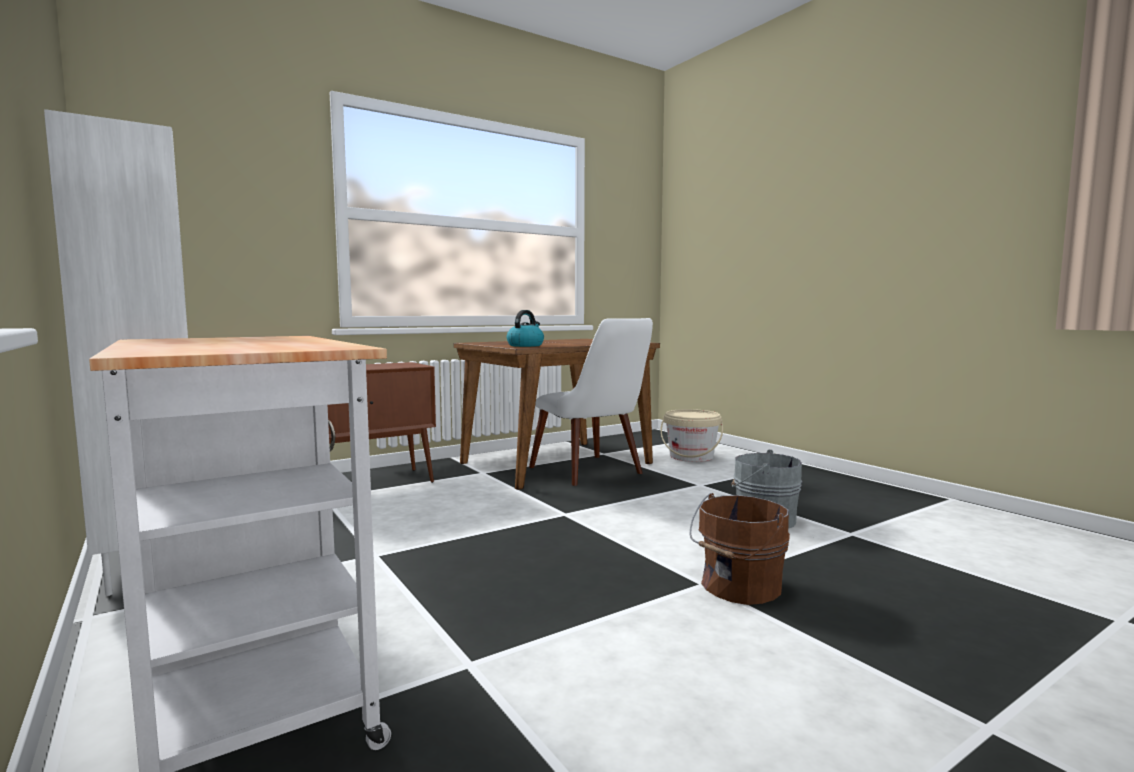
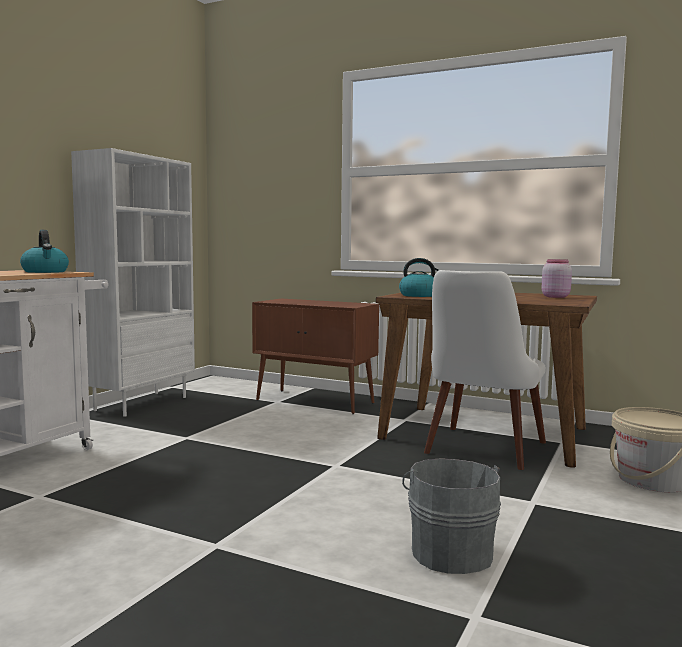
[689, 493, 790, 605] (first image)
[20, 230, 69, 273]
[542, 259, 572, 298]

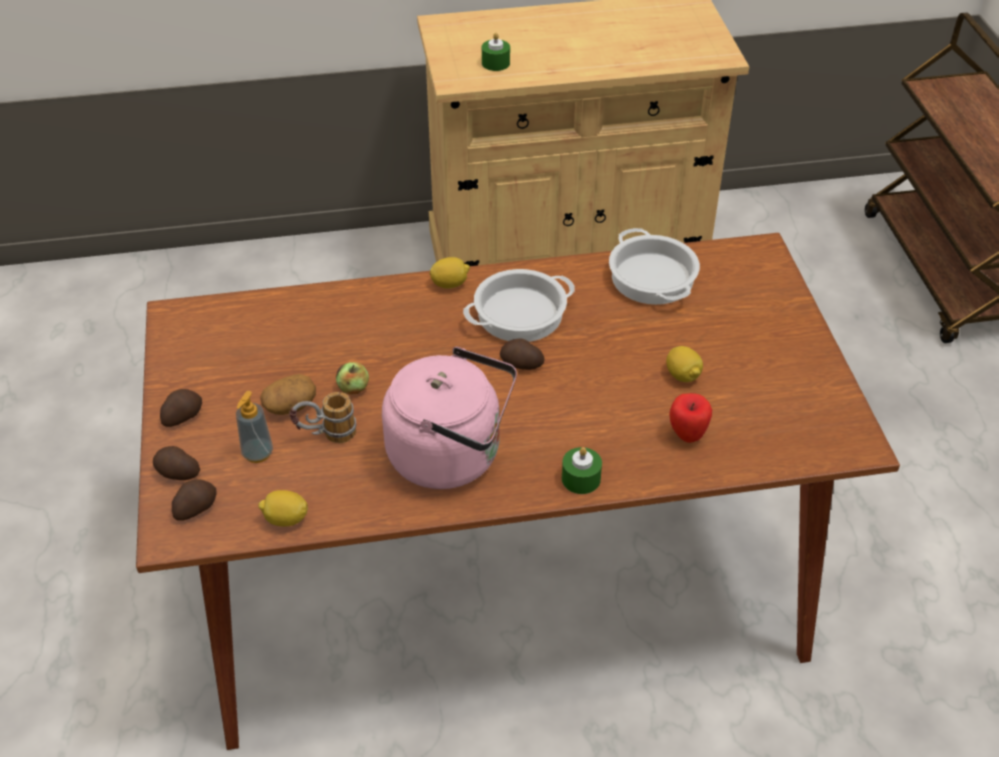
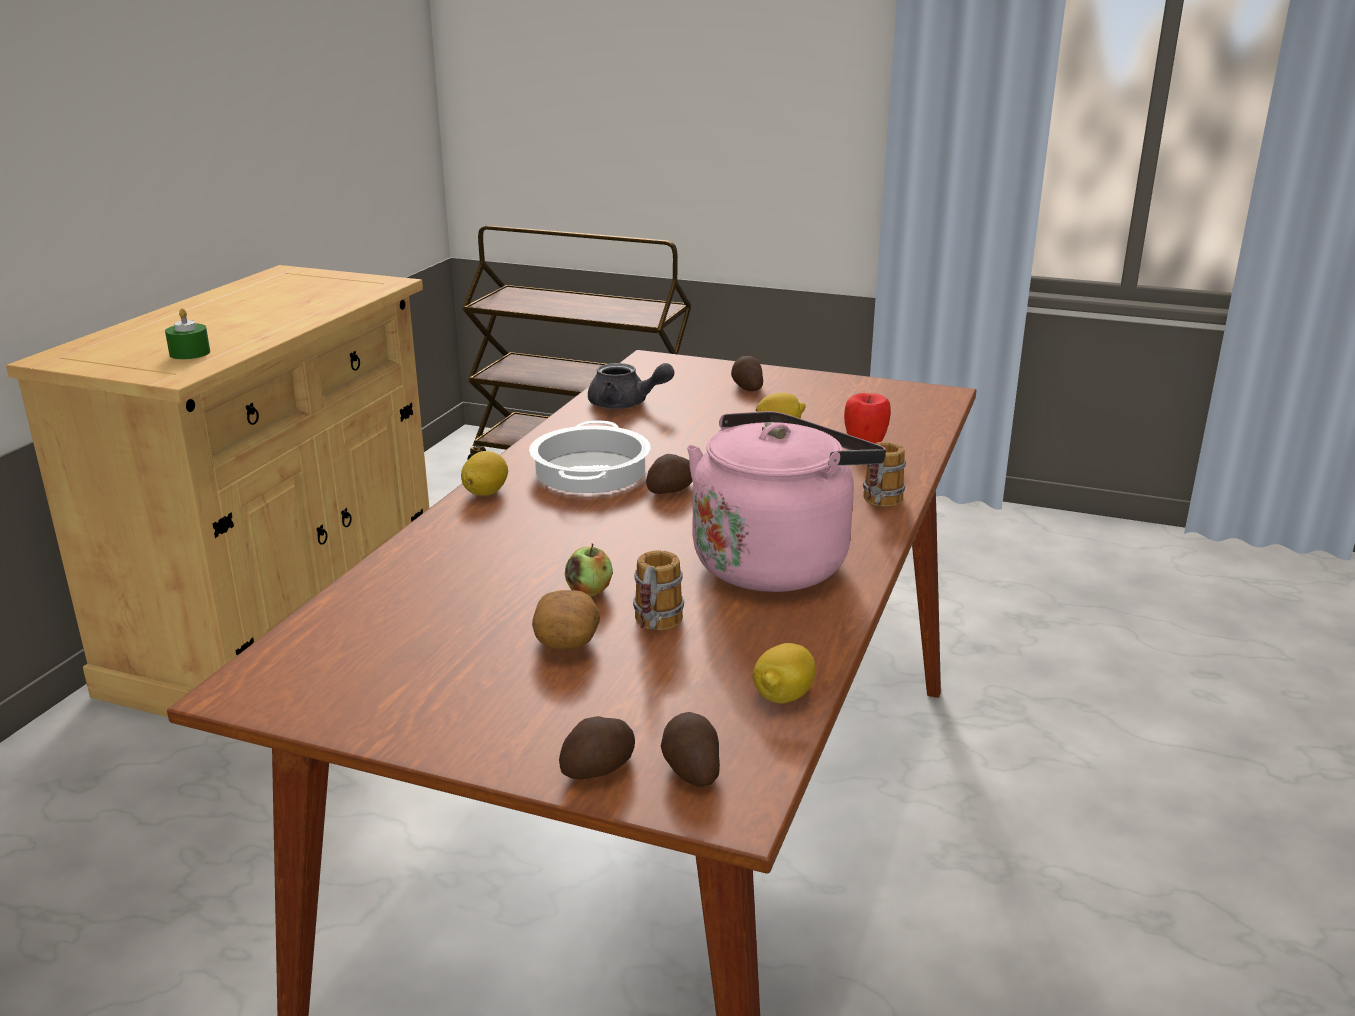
[731, 356, 763, 391]
[236, 391, 273, 463] (first image)
[863, 442, 906, 507]
[588, 363, 674, 409]

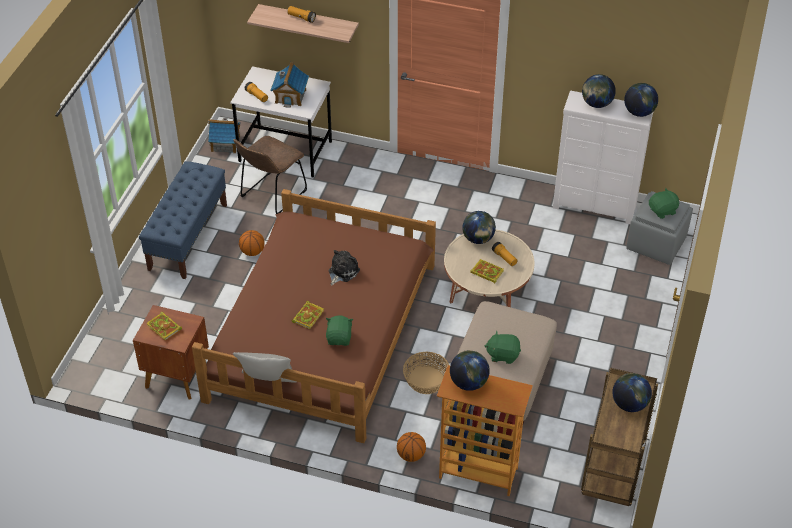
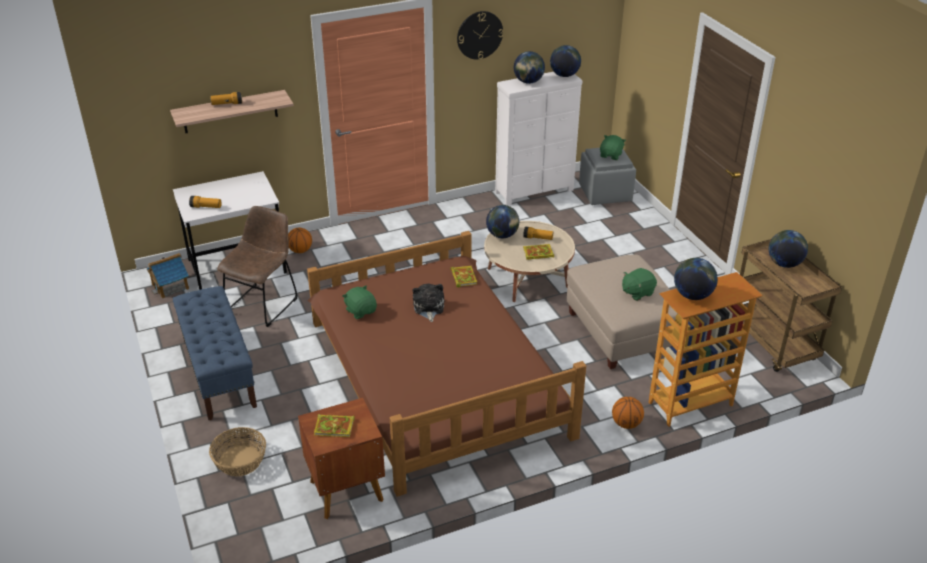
[217, 206, 298, 327]
[233, 352, 297, 383] (first image)
[288, 227, 312, 253]
[270, 62, 309, 108] (first image)
[450, 266, 477, 288]
[343, 285, 377, 319]
[209, 427, 266, 476]
[457, 11, 503, 59]

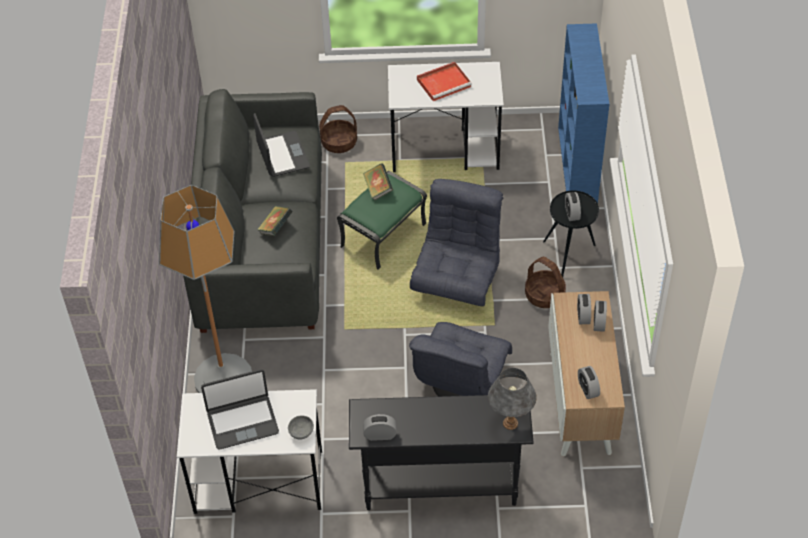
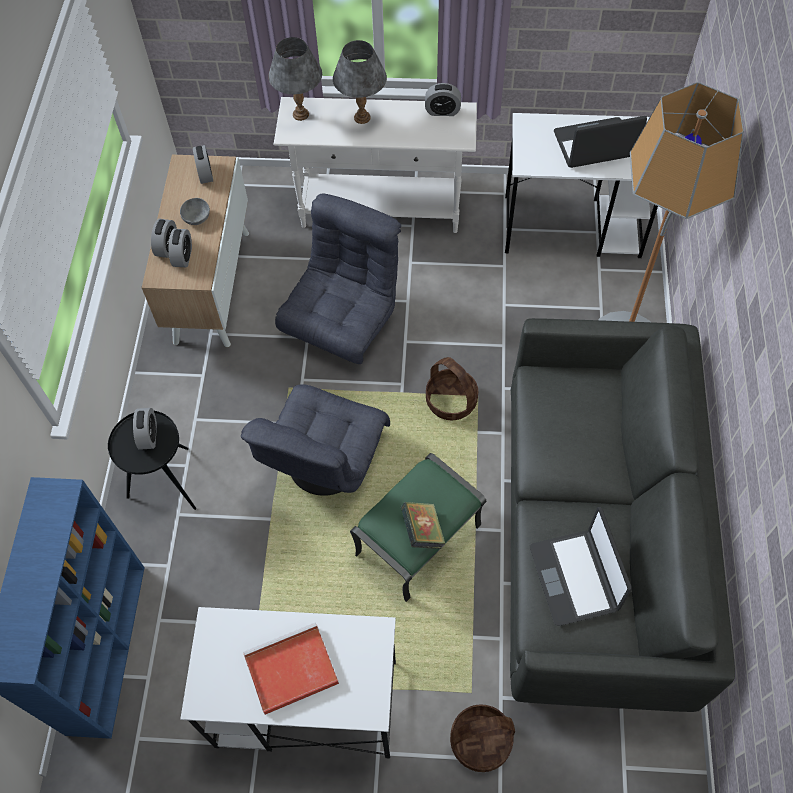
[257, 206, 292, 236] (first image)
[180, 198, 210, 225]
[274, 97, 477, 233]
[426, 357, 478, 420]
[333, 40, 387, 124]

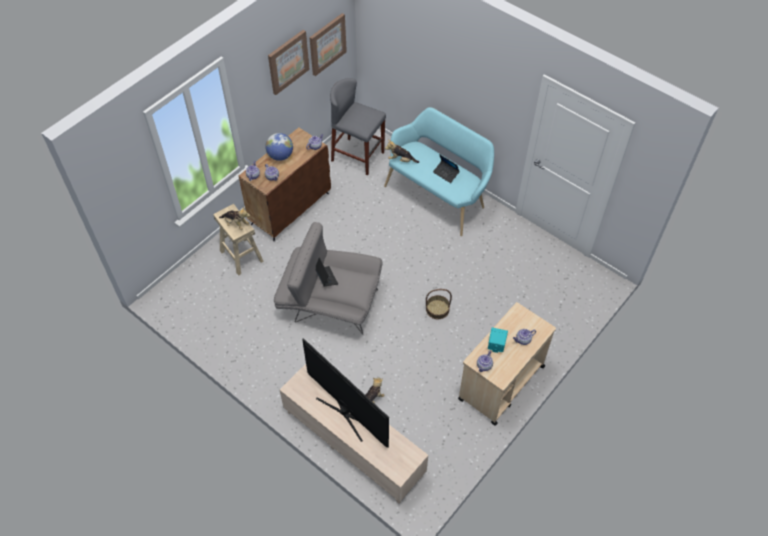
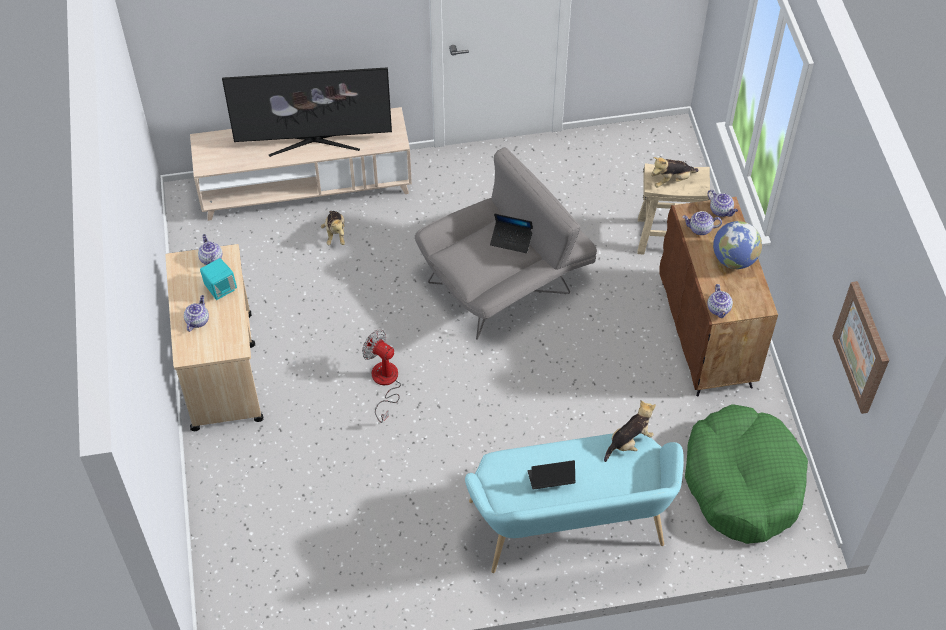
[268, 30, 310, 95] (first image)
[685, 404, 808, 544]
[362, 330, 401, 423]

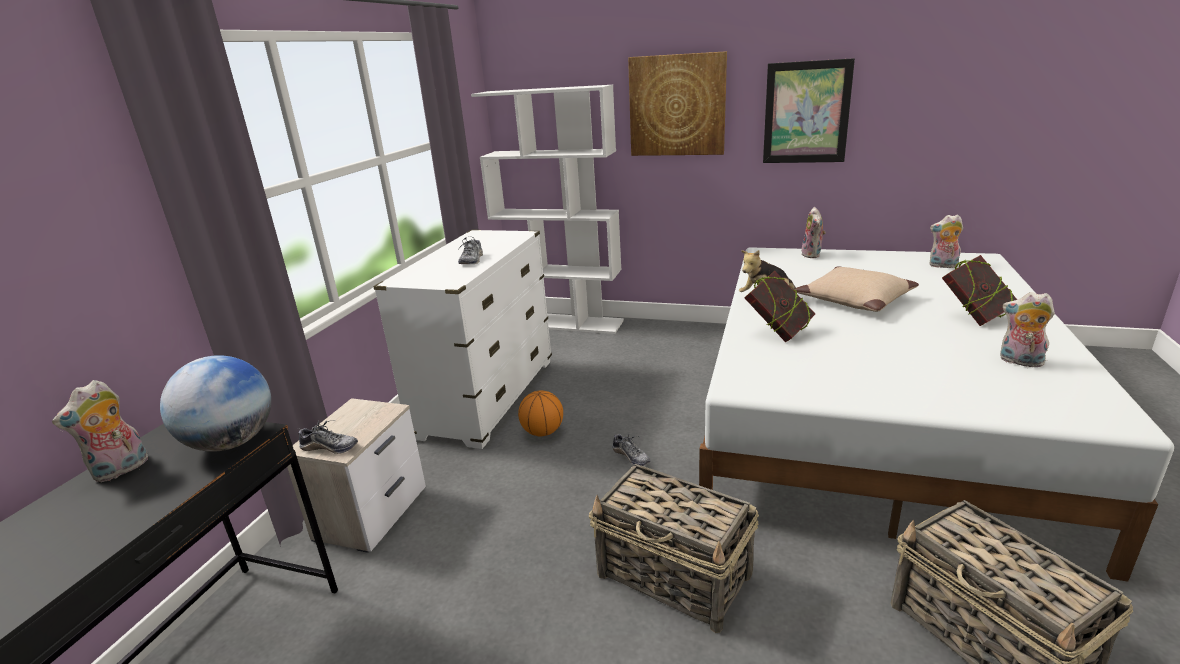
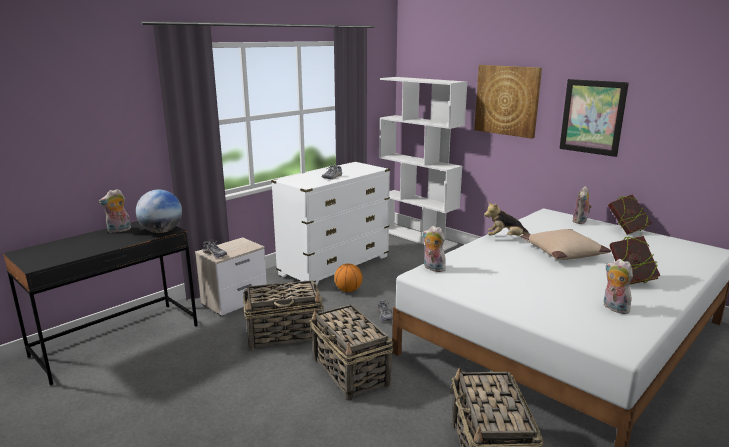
[608, 194, 652, 235]
[422, 226, 446, 272]
[243, 280, 324, 350]

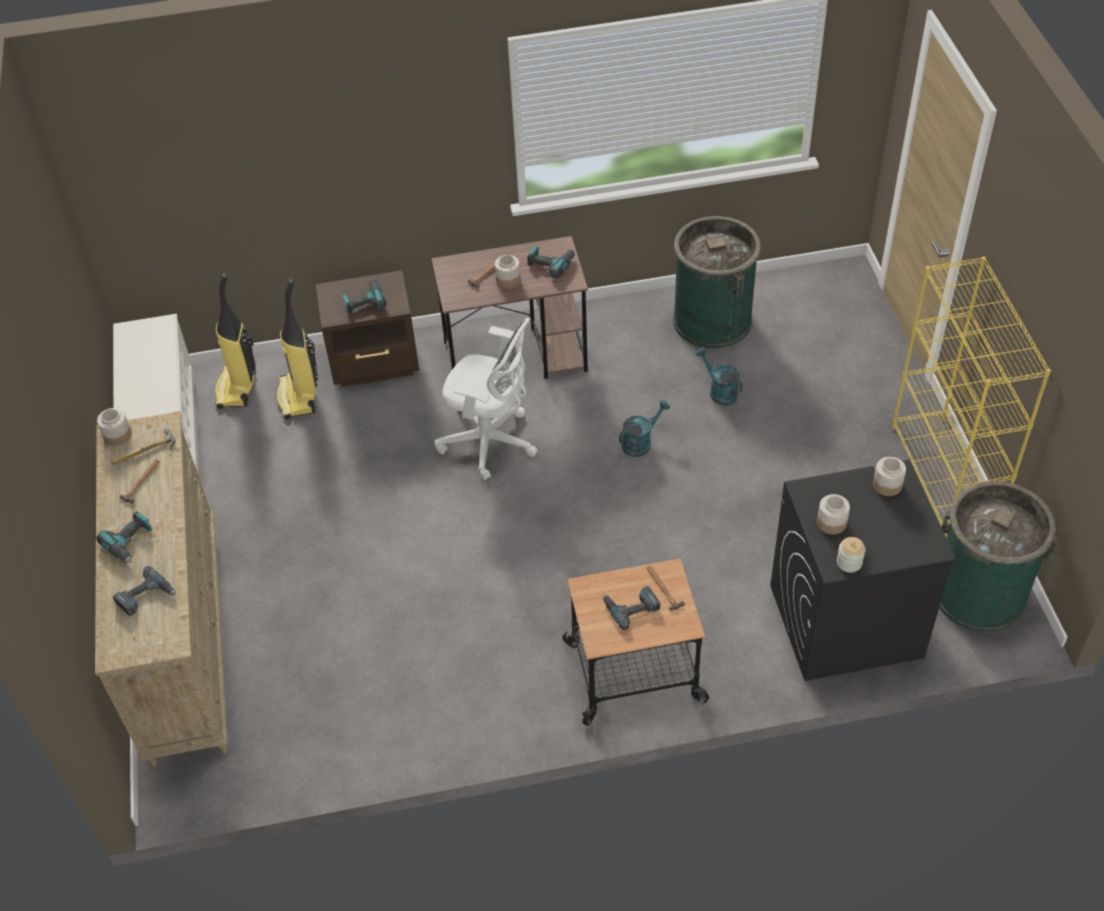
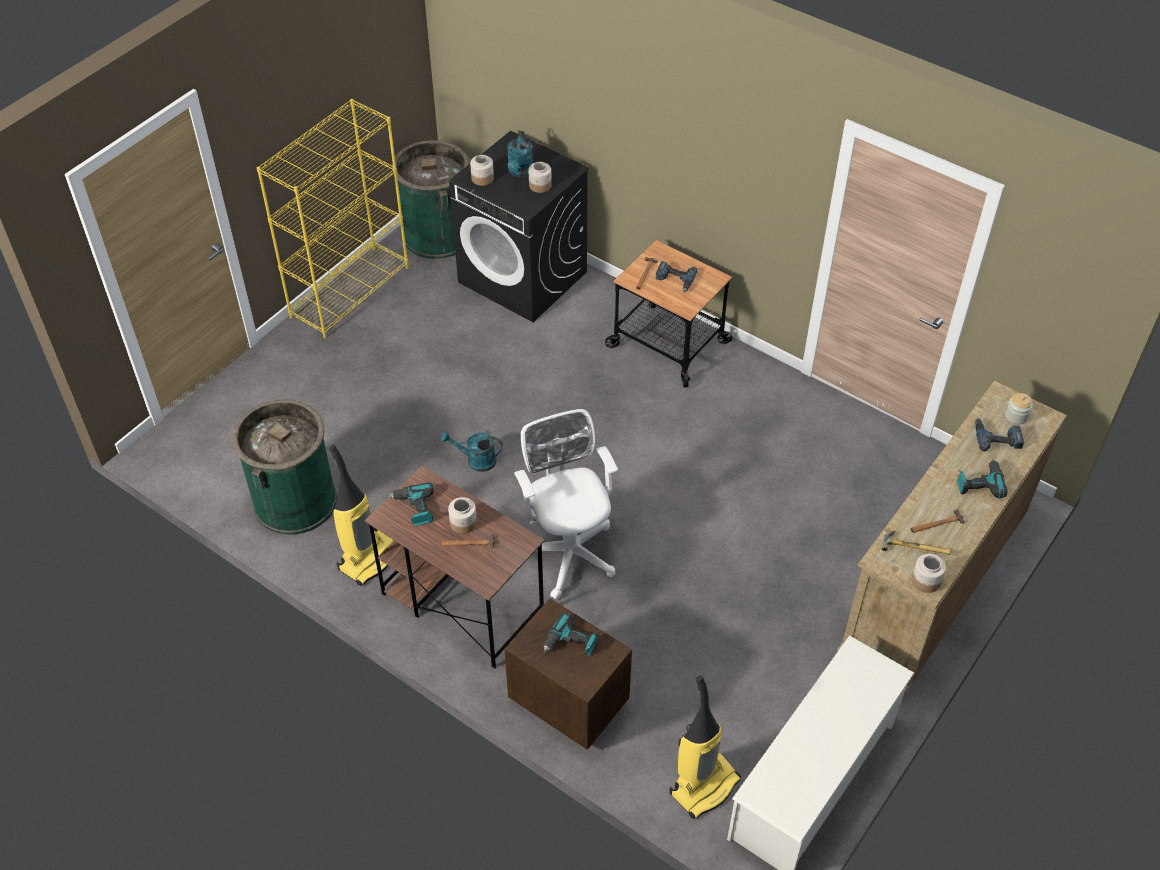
[329, 445, 394, 586]
[507, 131, 533, 178]
[1005, 393, 1033, 425]

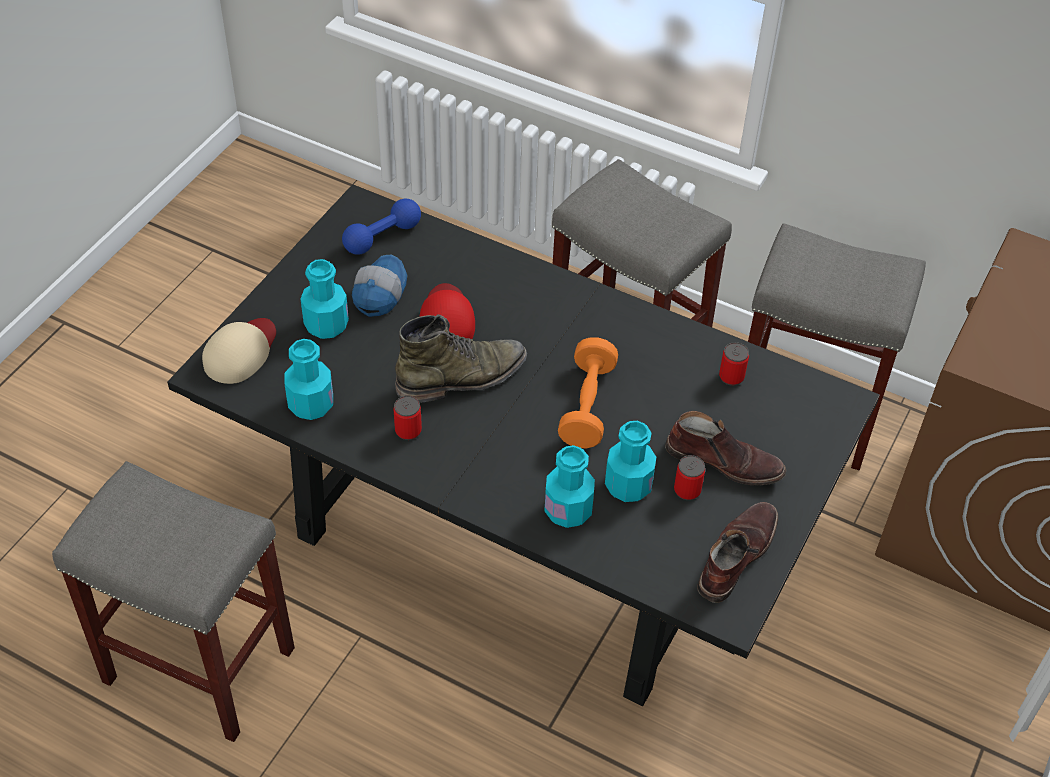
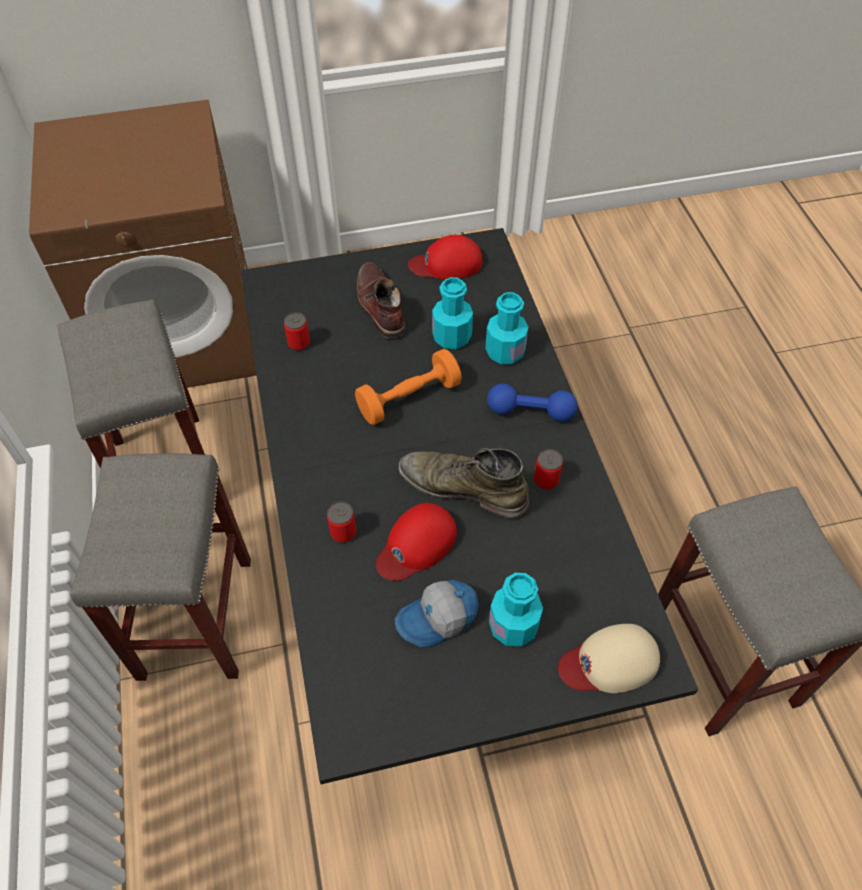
[284, 339, 333, 420] (first image)
[487, 384, 578, 422]
[327, 502, 356, 543]
[408, 235, 482, 280]

